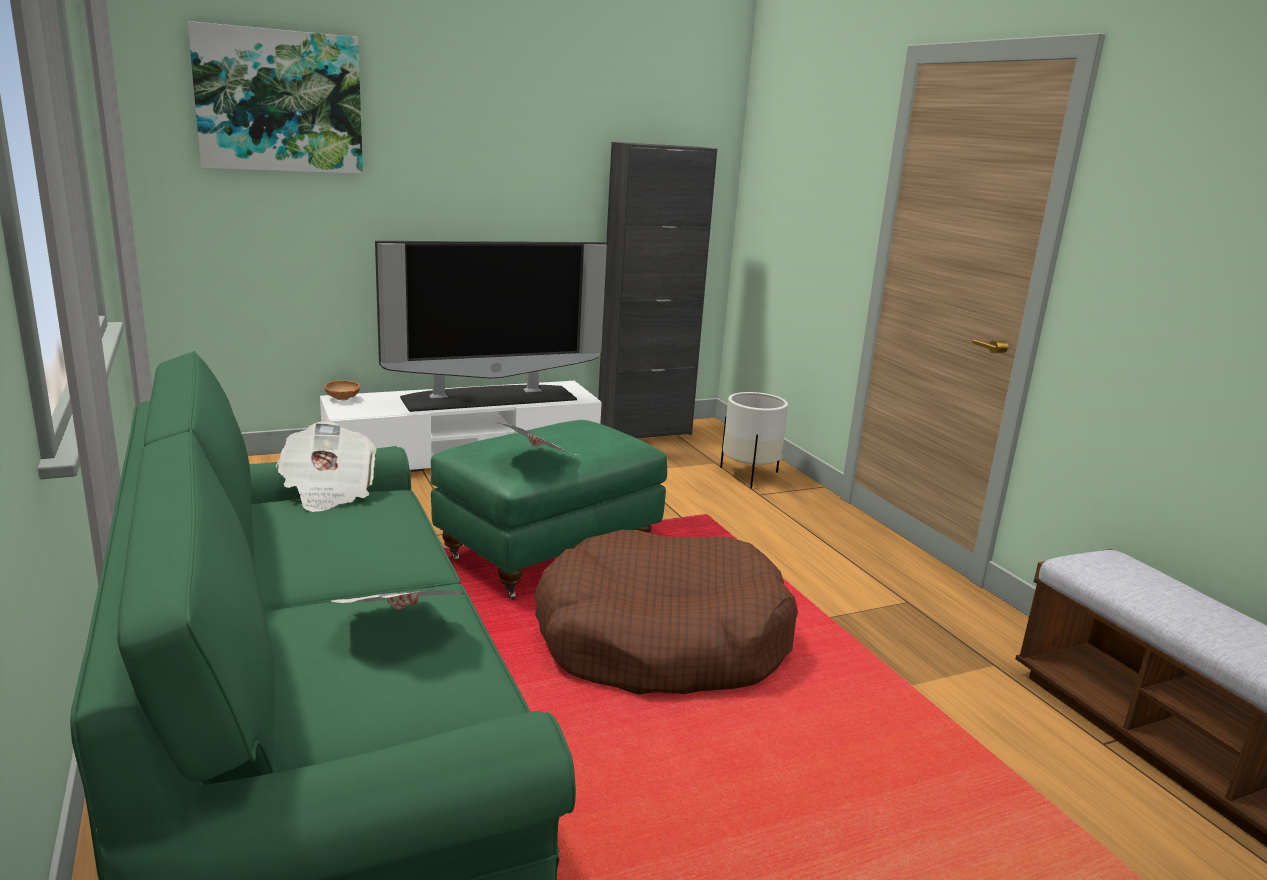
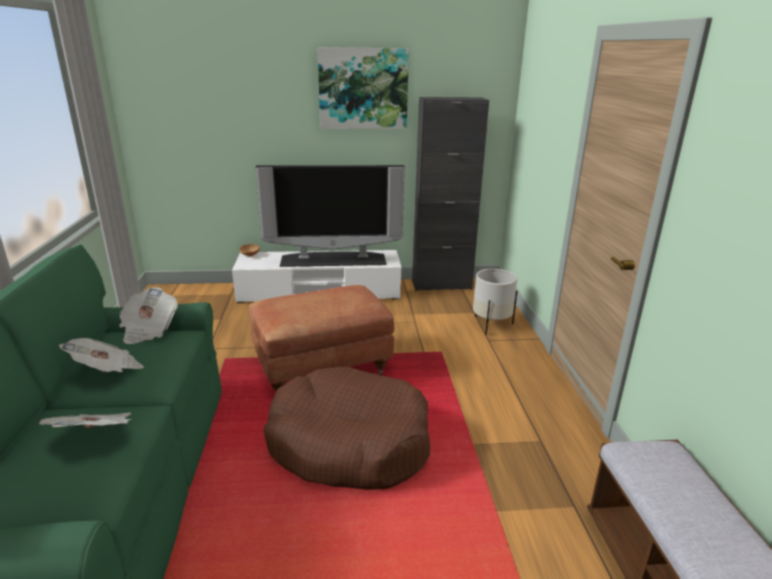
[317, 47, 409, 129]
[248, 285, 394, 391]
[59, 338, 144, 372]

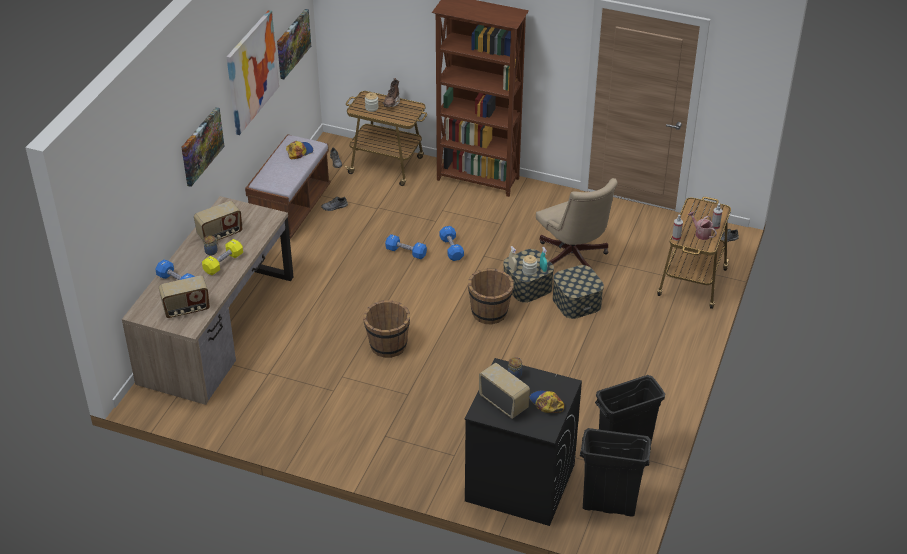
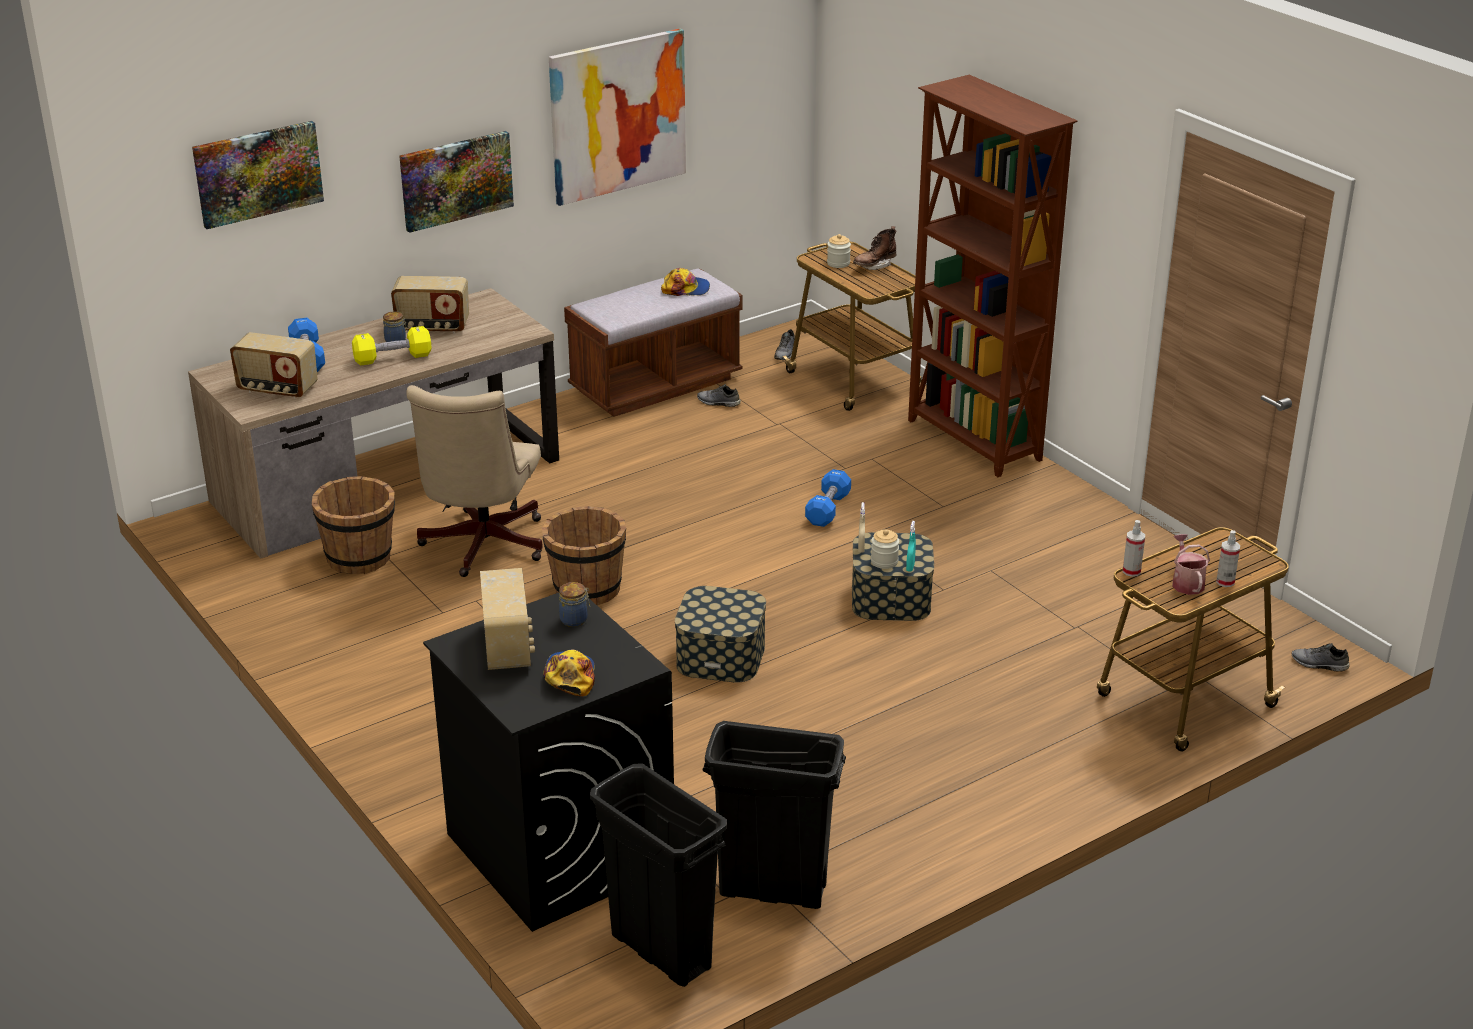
[192, 121, 324, 229]
[385, 234, 427, 259] (first image)
[311, 476, 395, 574]
[406, 385, 543, 577]
[675, 586, 766, 683]

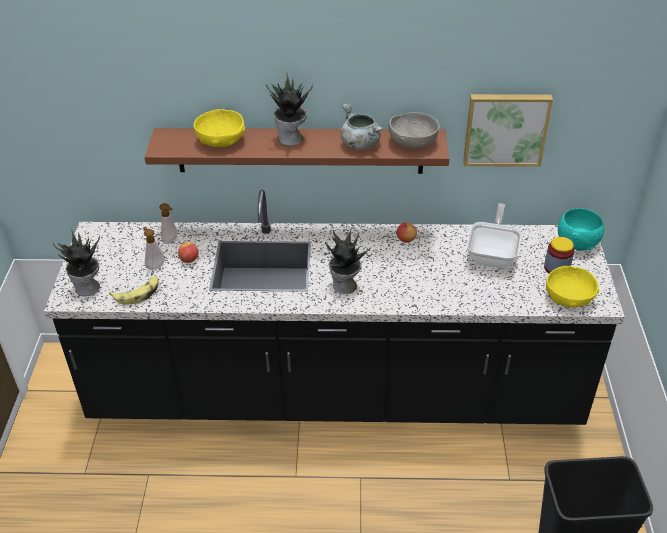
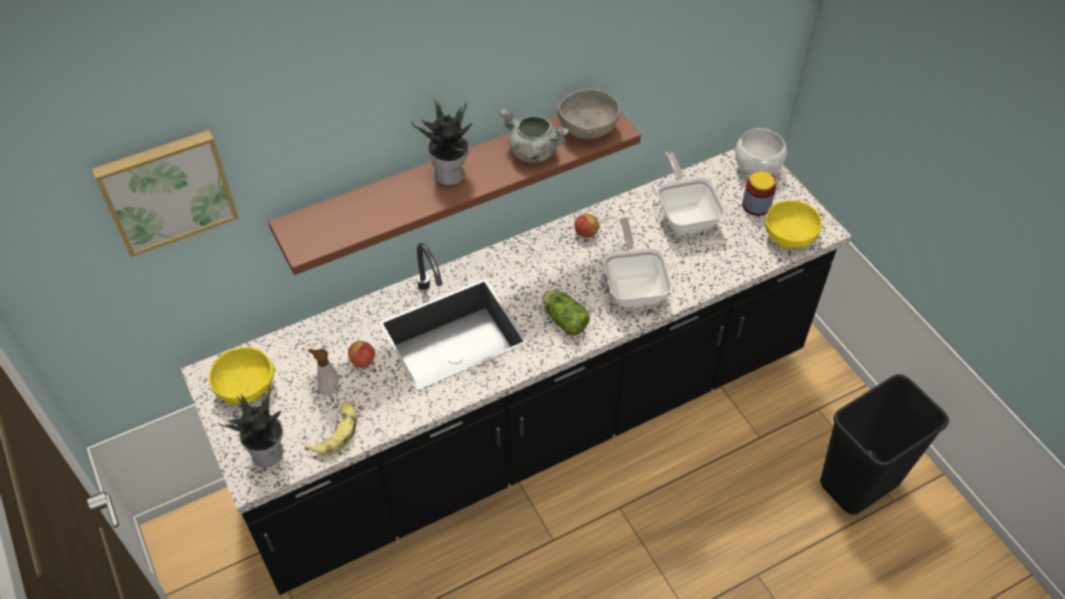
[159, 203, 177, 244] (first image)
[209, 347, 276, 405]
[542, 290, 590, 336]
[92, 130, 239, 257]
[735, 128, 787, 175]
[604, 218, 672, 307]

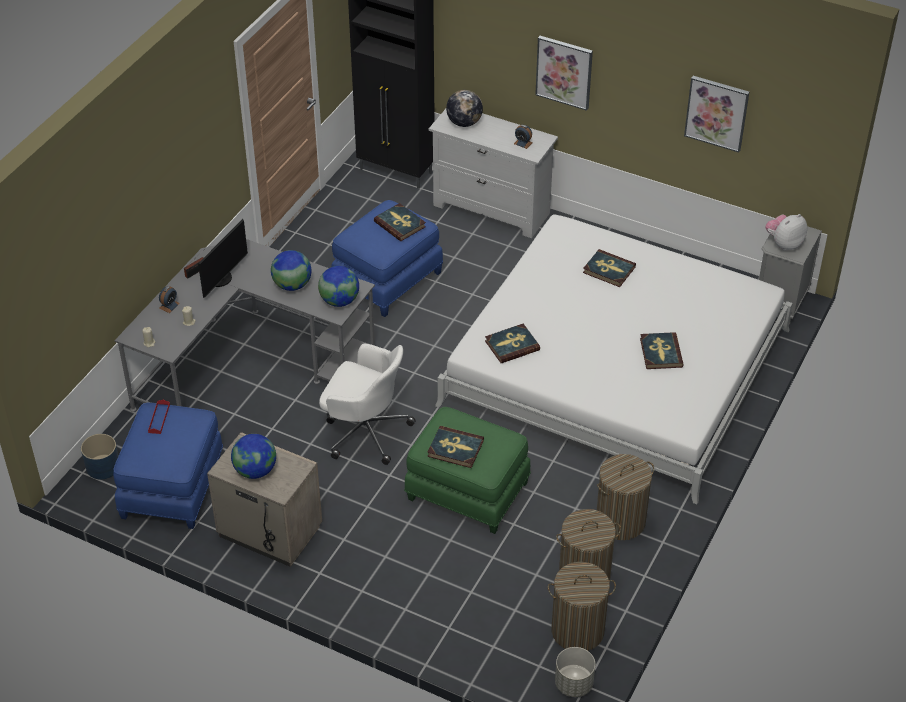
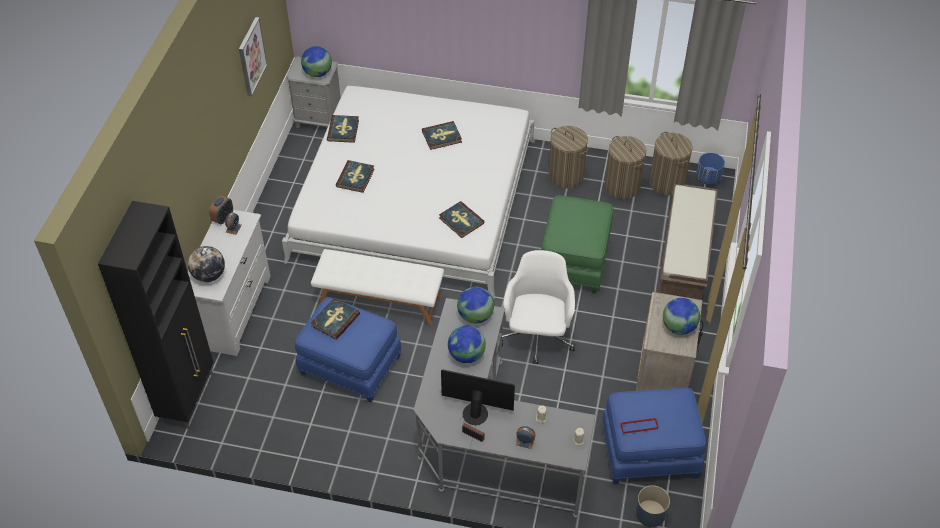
[327, 115, 359, 143]
[535, 36, 593, 111] (first image)
[696, 153, 725, 185]
[301, 46, 332, 77]
[209, 195, 233, 224]
[311, 249, 444, 328]
[658, 184, 718, 300]

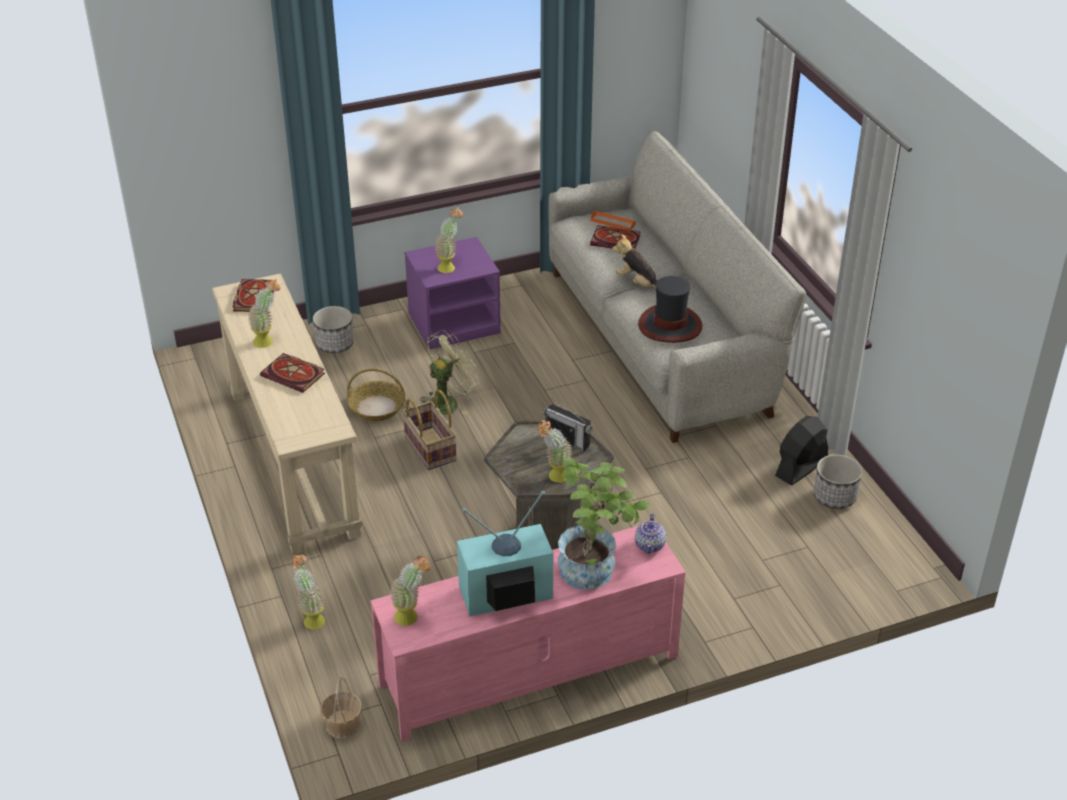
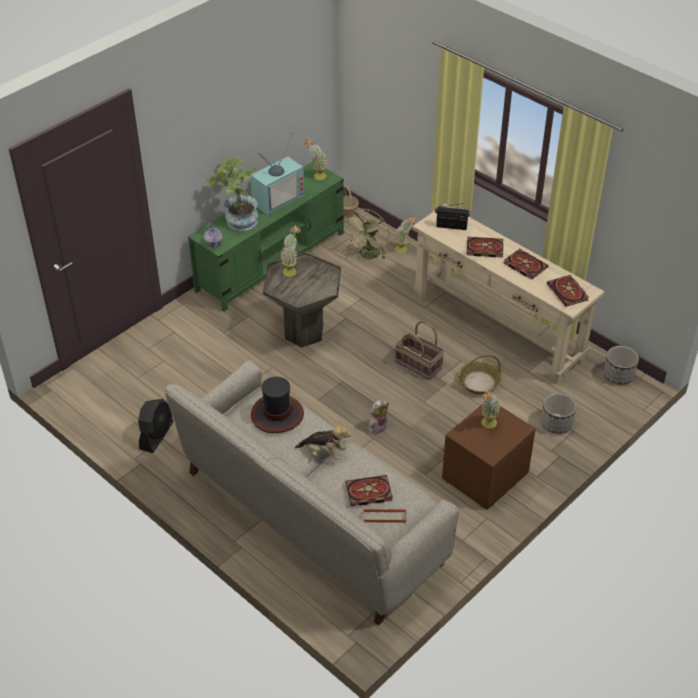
[504, 249, 549, 279]
[188, 162, 344, 312]
[442, 405, 536, 510]
[344, 209, 389, 259]
[435, 203, 471, 230]
[604, 346, 639, 385]
[369, 400, 389, 435]

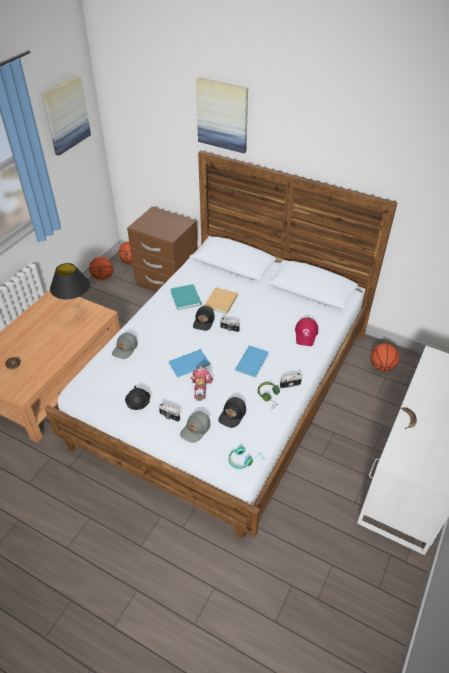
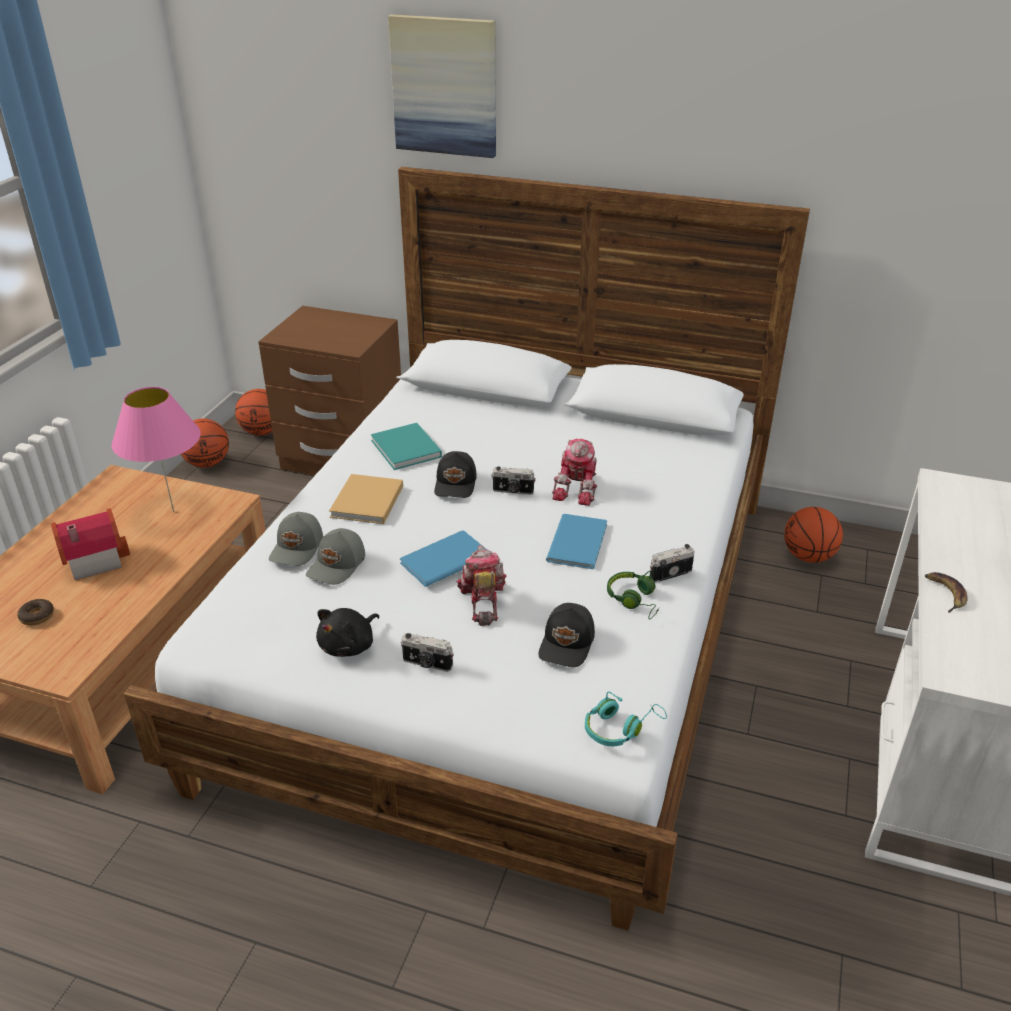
[42, 75, 91, 156] (first image)
[111, 387, 201, 512]
[316, 608, 379, 657]
[306, 528, 365, 585]
[329, 474, 403, 524]
[295, 317, 318, 346] (first image)
[51, 508, 130, 580]
[552, 439, 597, 506]

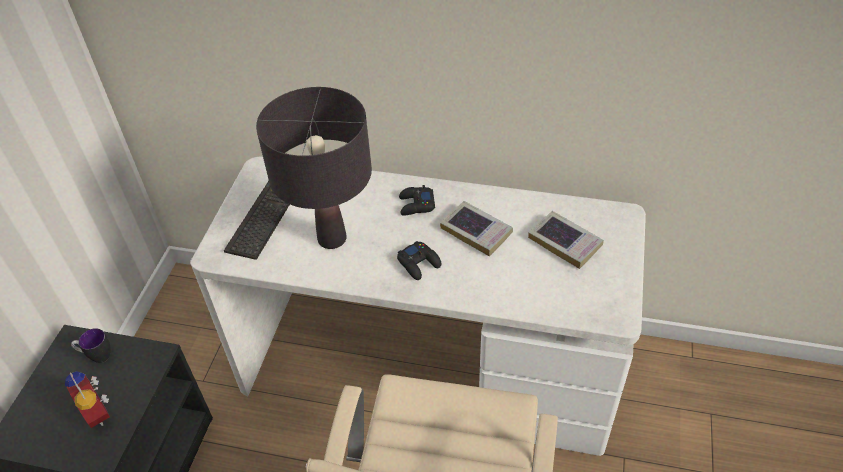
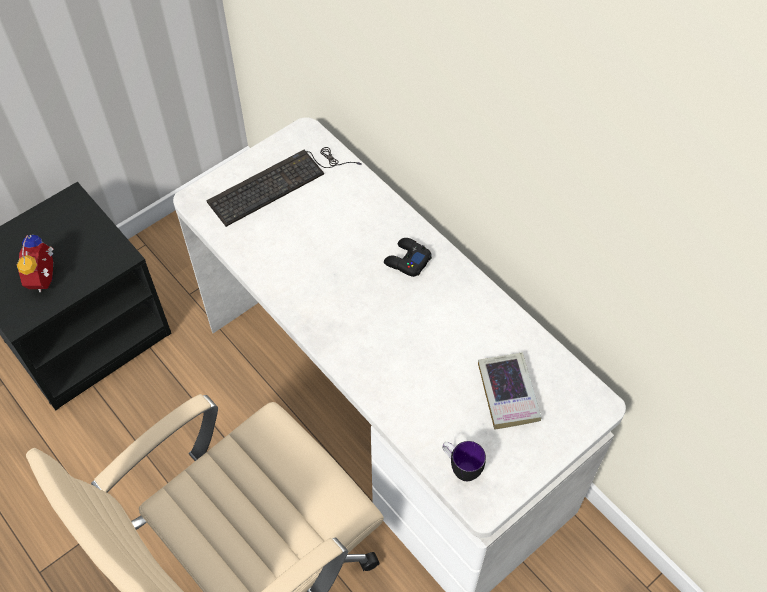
[442, 441, 486, 481]
[256, 87, 372, 249] (first image)
[397, 241, 441, 280] (first image)
[440, 201, 513, 257] (first image)

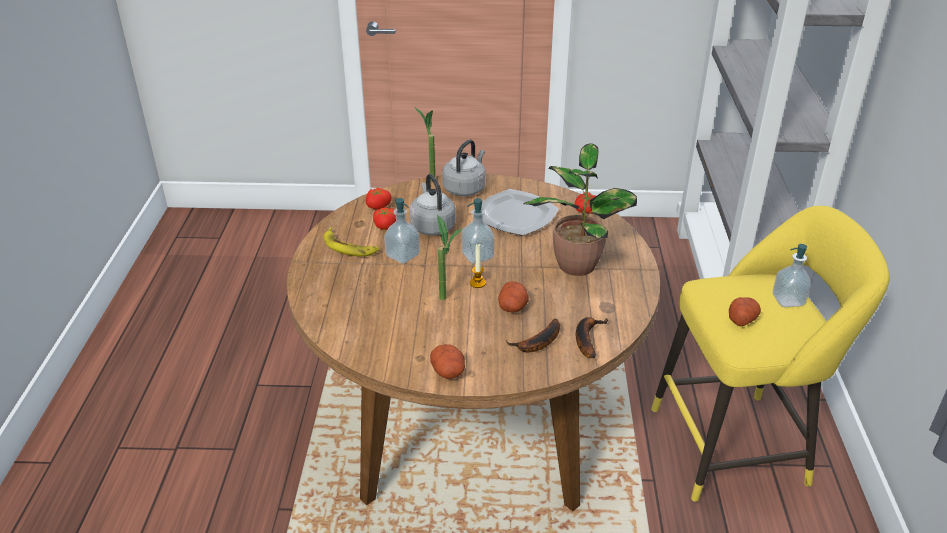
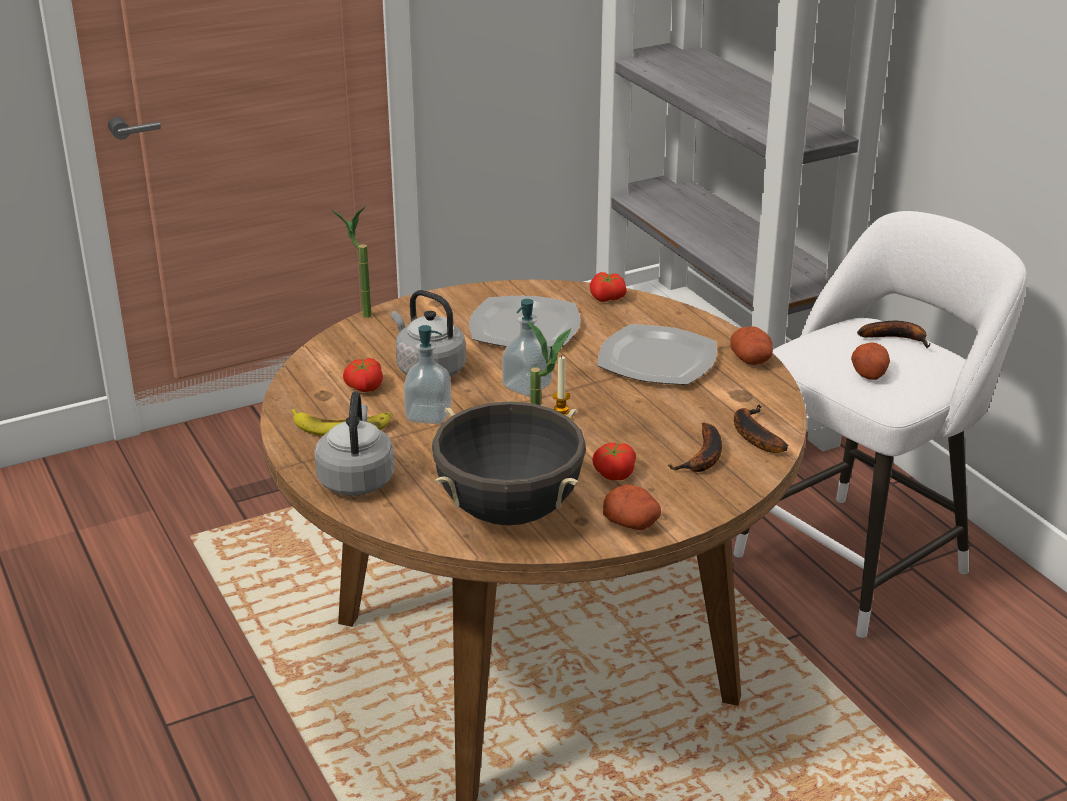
[592, 443, 636, 480]
[314, 391, 395, 496]
[730, 326, 773, 365]
[597, 324, 717, 385]
[733, 211, 1027, 639]
[857, 321, 930, 349]
[432, 401, 586, 525]

